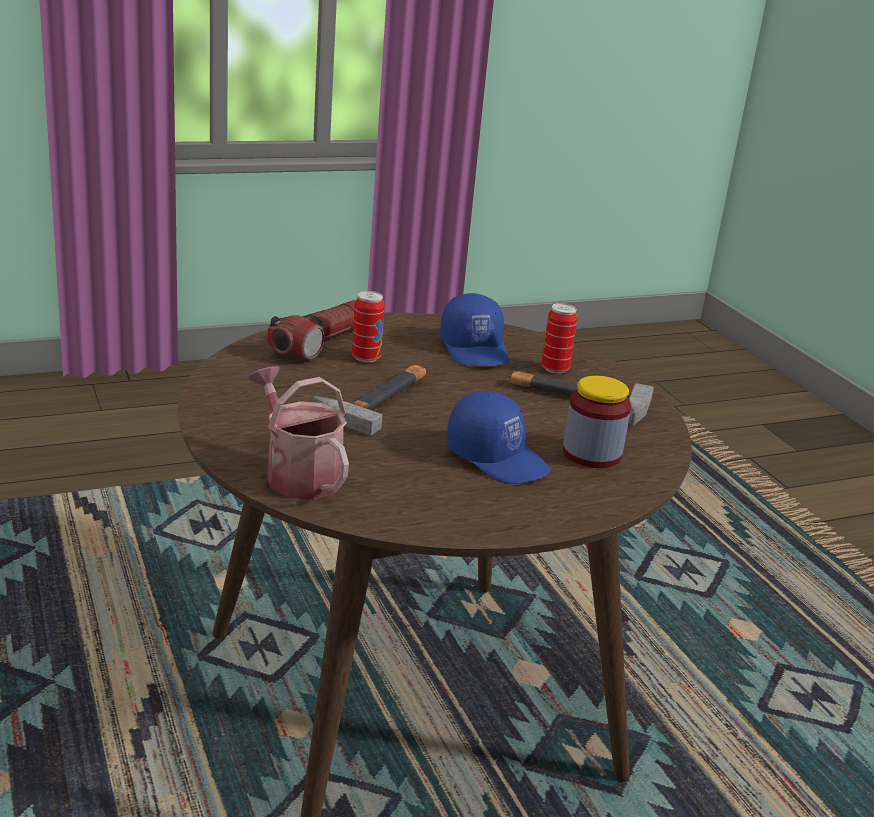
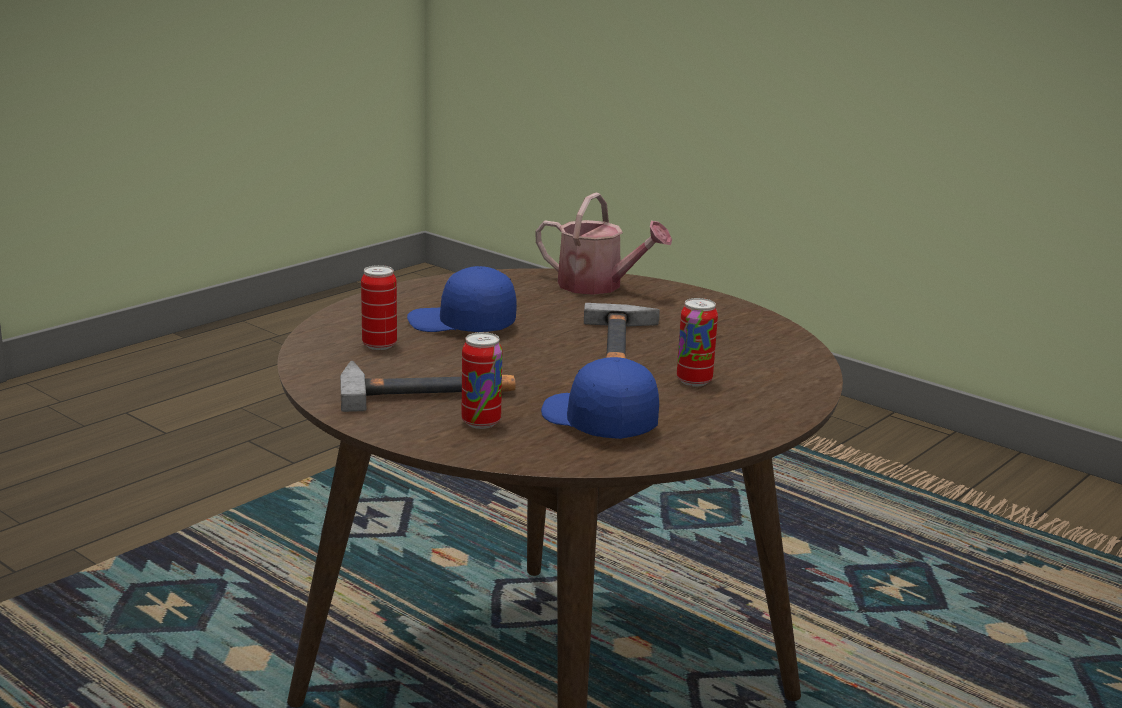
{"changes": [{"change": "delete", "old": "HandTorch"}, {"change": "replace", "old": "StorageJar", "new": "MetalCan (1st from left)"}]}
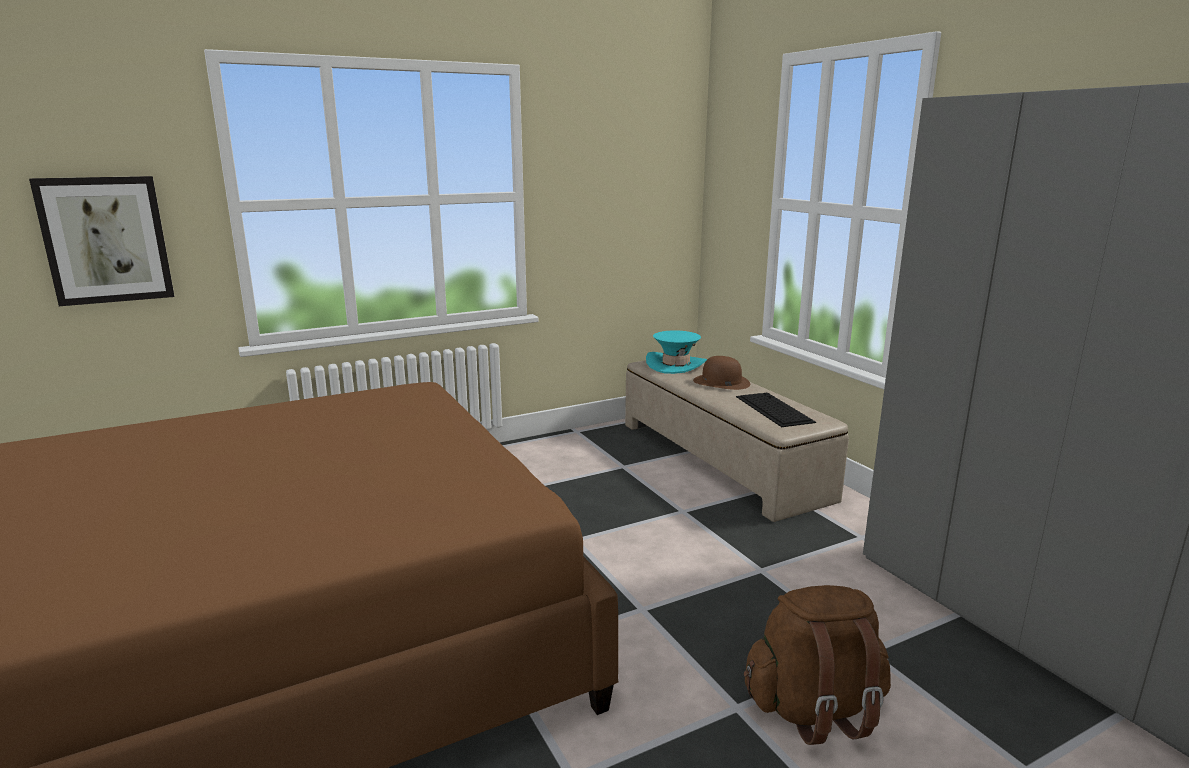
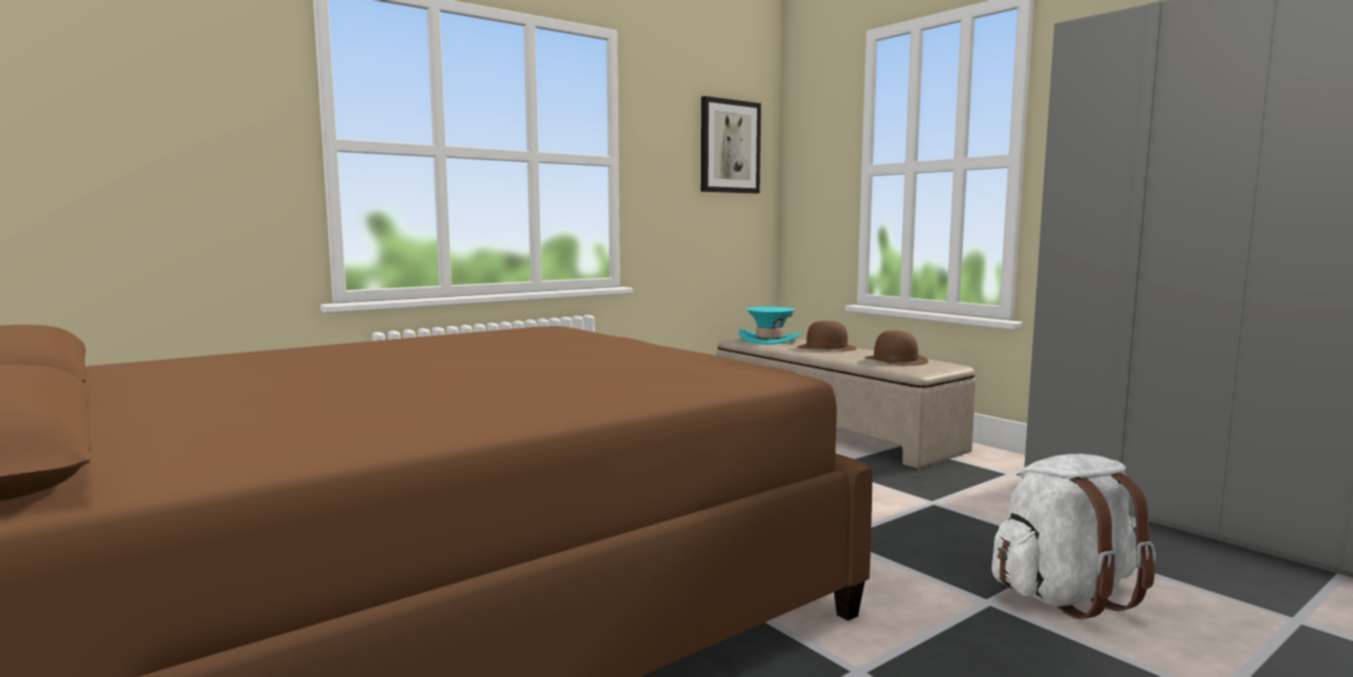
{"changes": [{"change": "move", "old": "Picture"}, {"change": "replace", "old": "Keyboard", "new": "BrownColouredHat (2nd from left)"}, {"change": "recolor", "old": "BrownColouredKnapsack", "new": "WhiteKnapsack"}]}
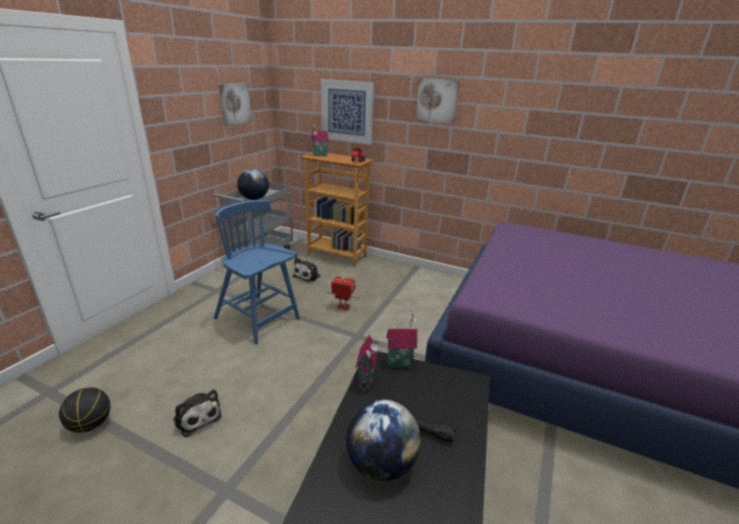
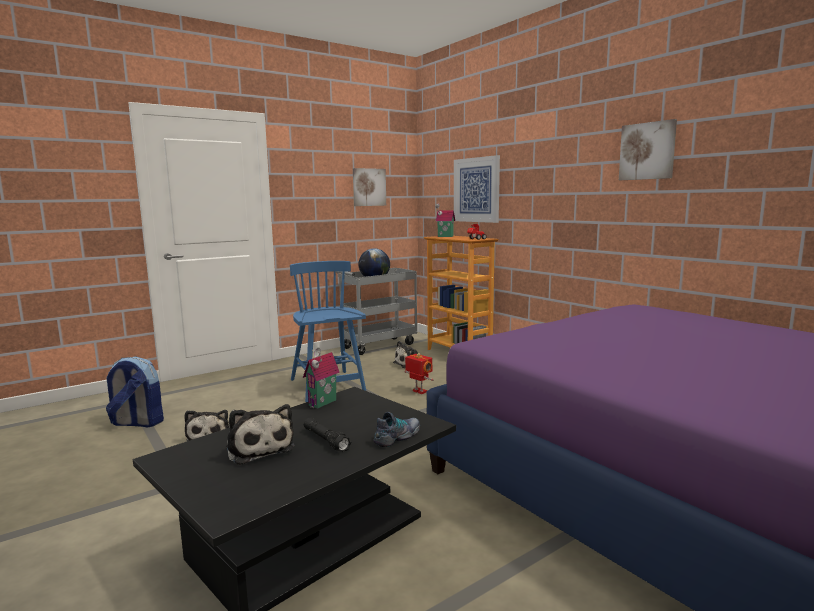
{"changes": [{"change": "replace", "old": "BasketballBall", "new": "Knapsack"}, {"change": "replace", "old": "WorldGlobe (2nd from left)", "new": "CuddlyToy (2nd from left)"}, {"change": "delete", "old": "ModelHouse (3rd from left)"}, {"change": "move", "old": "Picture (3rd from left)"}, {"change": "insert", "new": "ItemOfFootwear"}]}
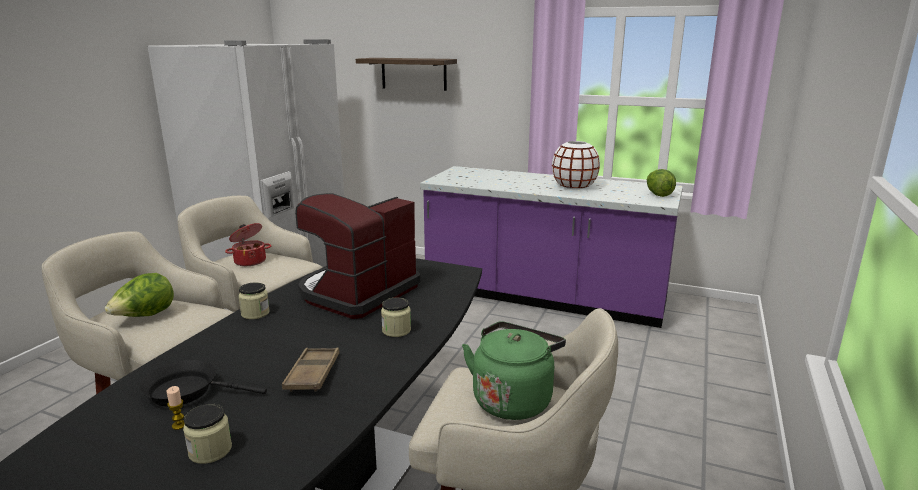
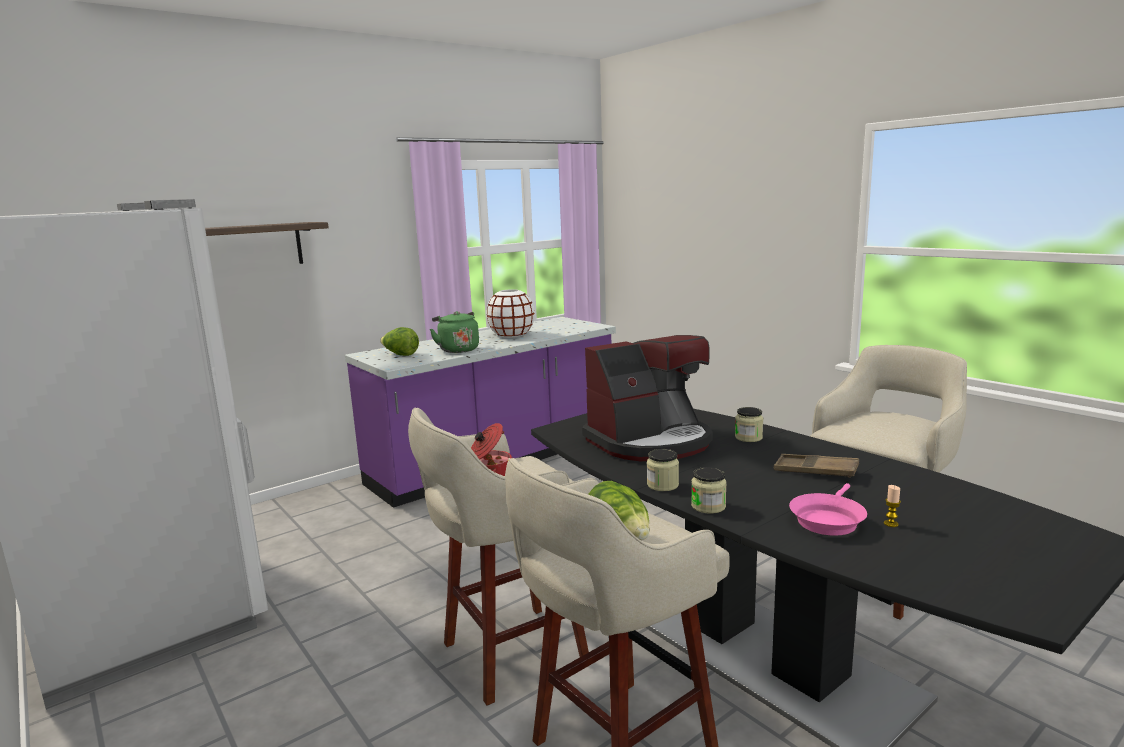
{"changes": [{"change": "recolor", "old": "BlackColouredPan", "new": "PinkPan"}, {"change": "move", "old": "StorageJar (1st from left in the first image)", "new": "StorageJar (2nd from left)"}, {"change": "rotate", "old": "CoffeeMachine", "degrees": -90}, {"change": "move", "old": "GreenishTeaKettle"}, {"change": "move", "old": "Lettuce (2nd from left in the first image)", "new": "Lettuce (1st from left)"}]}
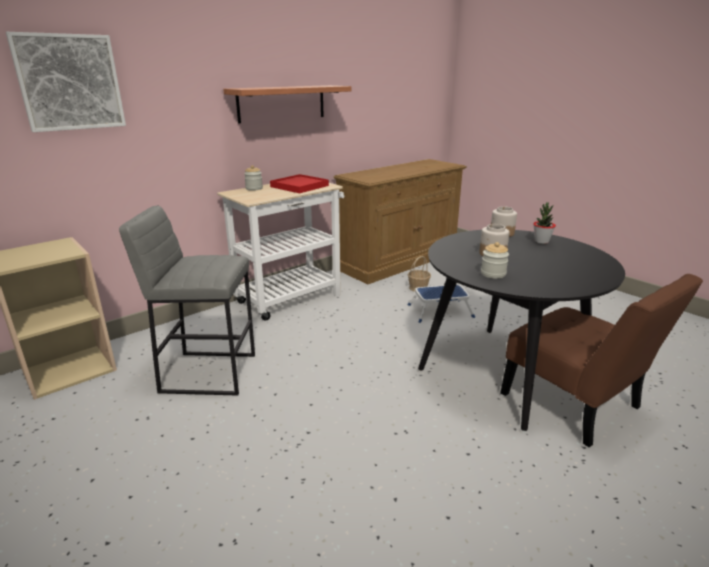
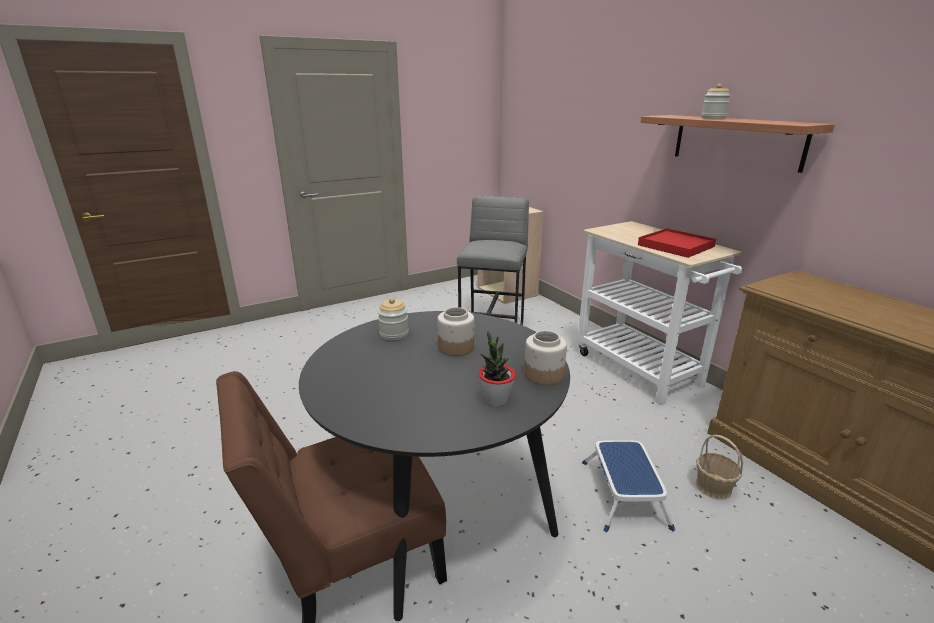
{"changes": [{"change": "delete", "old": "Picture"}, {"change": "move", "old": "StorageJar (1st from left in the first image)", "new": "StorageJar (4th from left)"}]}
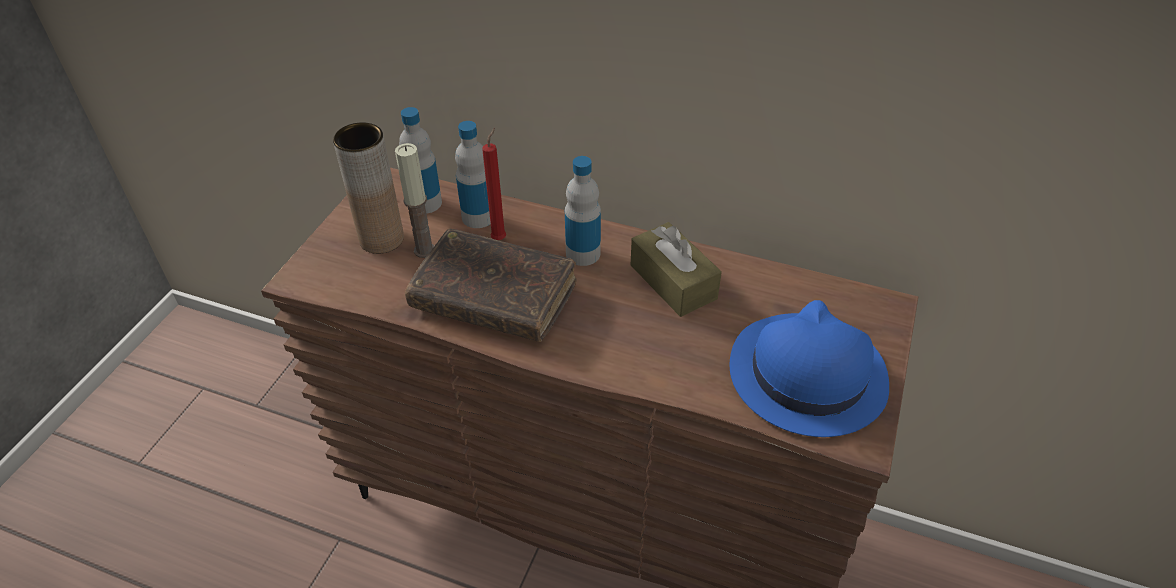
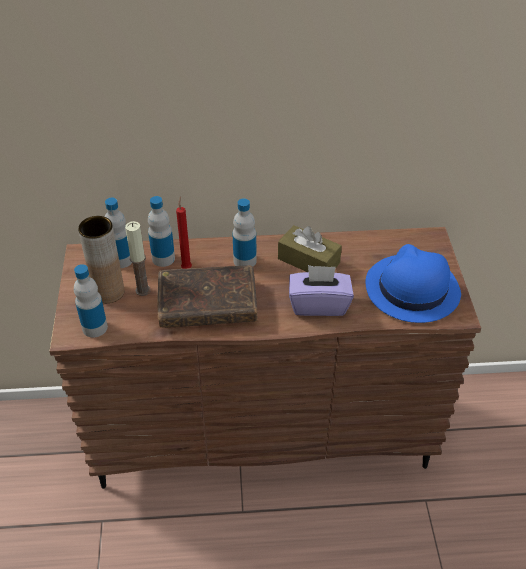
{"changes": [{"change": "insert", "new": "DrinkBottle (1st from left)"}, {"change": "insert", "new": "PurpleTissueBox"}]}
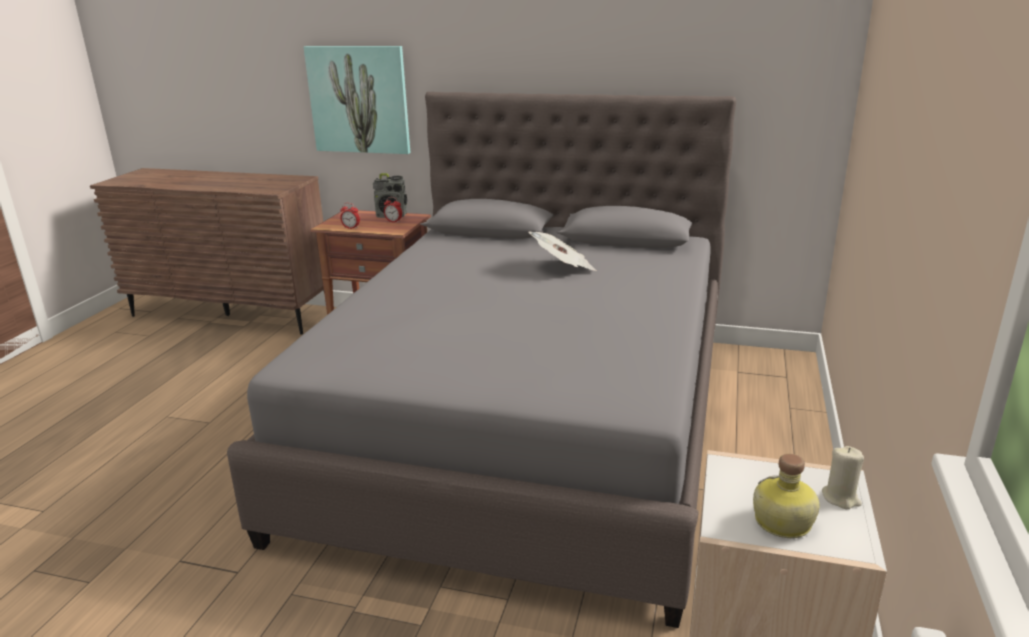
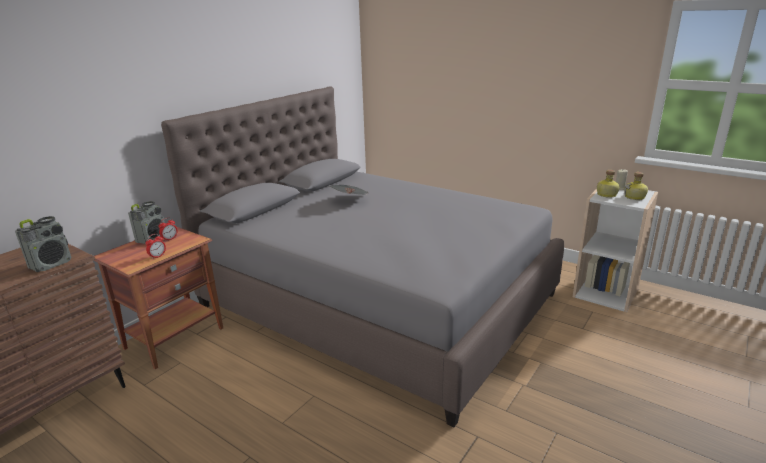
{"changes": [{"change": "delete", "old": "Picture"}, {"change": "insert", "new": "Radio (1st from left)"}, {"change": "insert", "new": "DrinkBottle (1st from left)"}]}
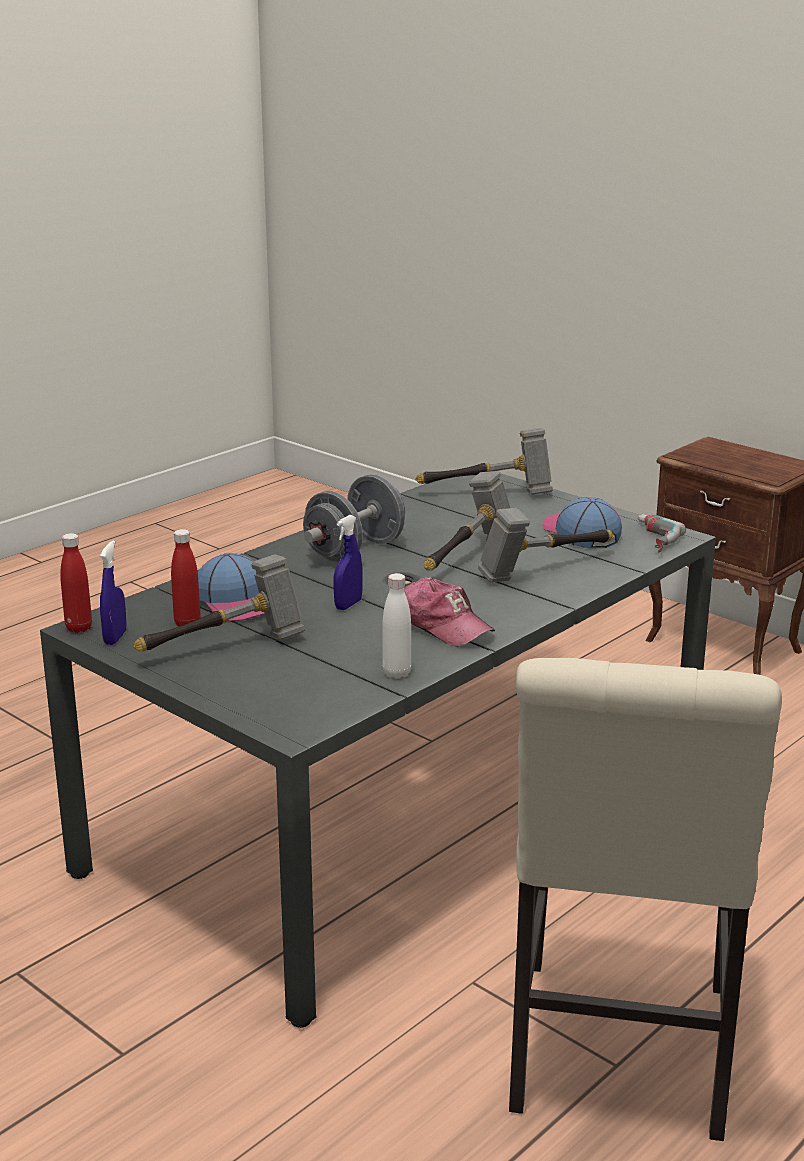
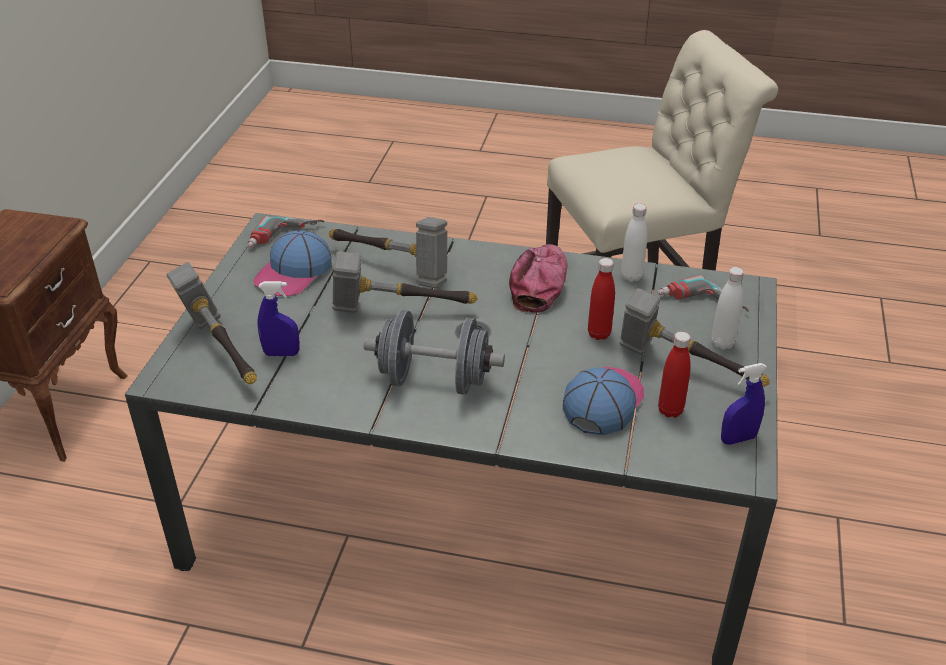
{"changes": [{"change": "move", "old": "RedColouredDrinkBottle (1st from left)"}, {"change": "move", "old": "BlueSprayBottle (2nd from left in the first image)", "new": "BlueSprayBottle (1st from left)"}, {"change": "insert", "new": "PowerDrill (2nd from left)"}, {"change": "insert", "new": "WhiteDrinkBottle (2nd from left)"}]}
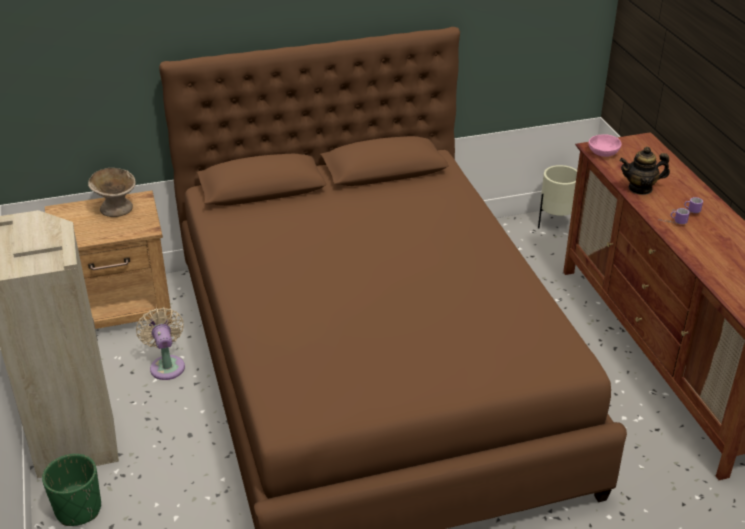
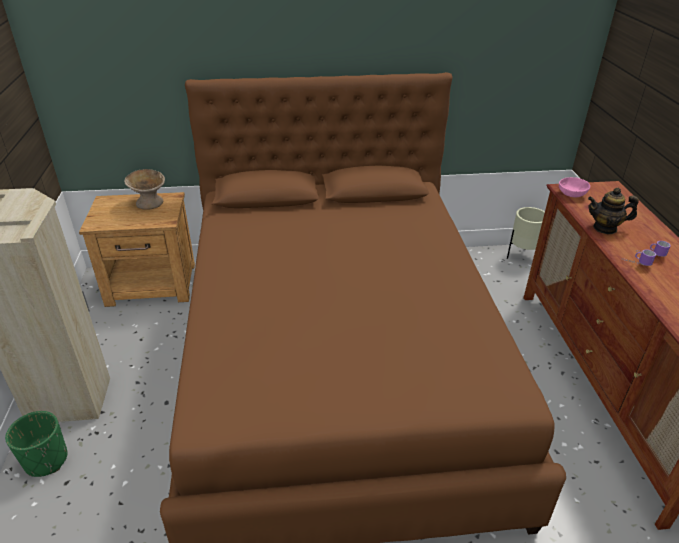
{"changes": [{"change": "delete", "old": "SandColouredFan"}]}
